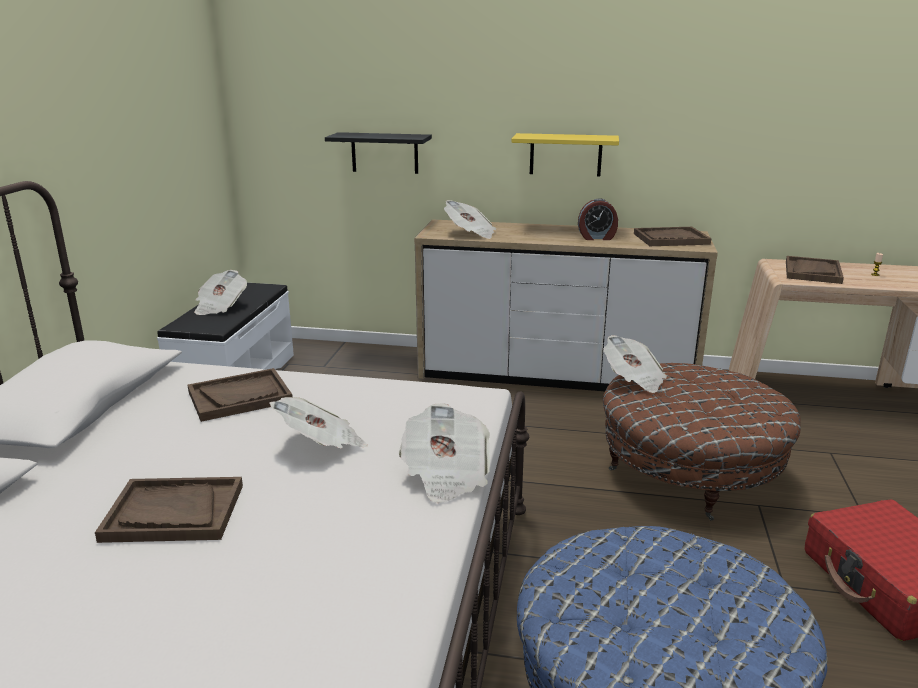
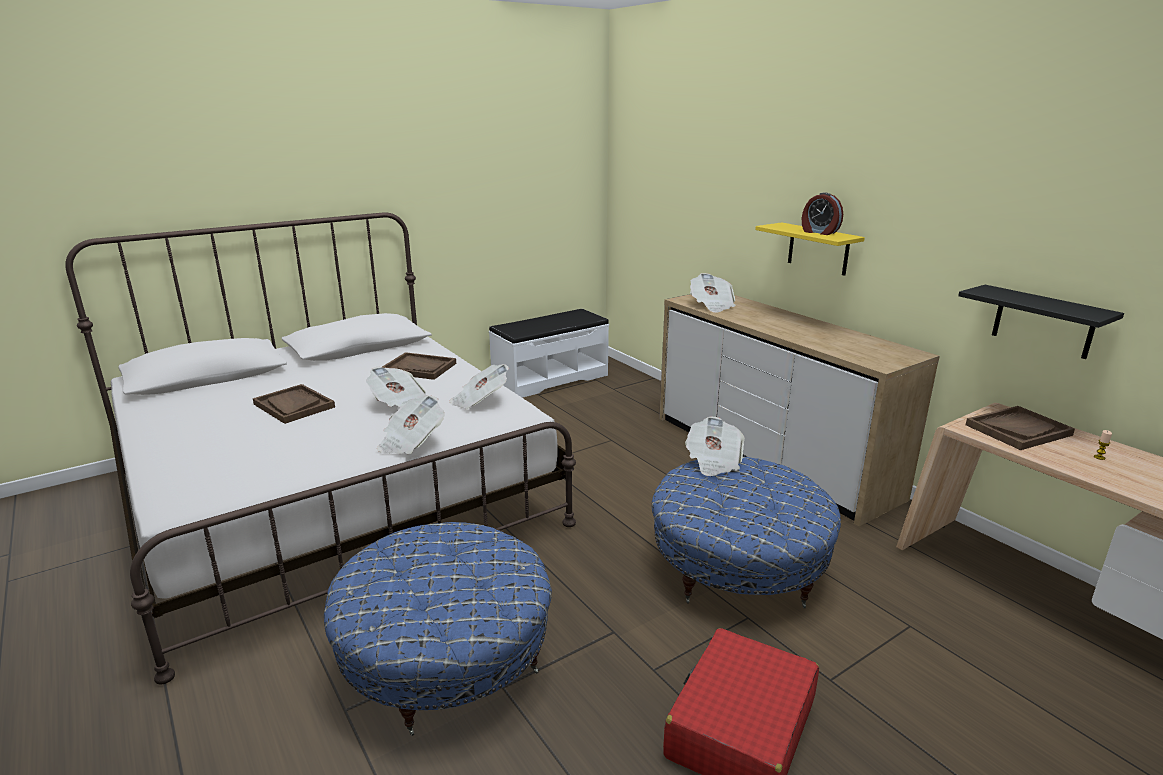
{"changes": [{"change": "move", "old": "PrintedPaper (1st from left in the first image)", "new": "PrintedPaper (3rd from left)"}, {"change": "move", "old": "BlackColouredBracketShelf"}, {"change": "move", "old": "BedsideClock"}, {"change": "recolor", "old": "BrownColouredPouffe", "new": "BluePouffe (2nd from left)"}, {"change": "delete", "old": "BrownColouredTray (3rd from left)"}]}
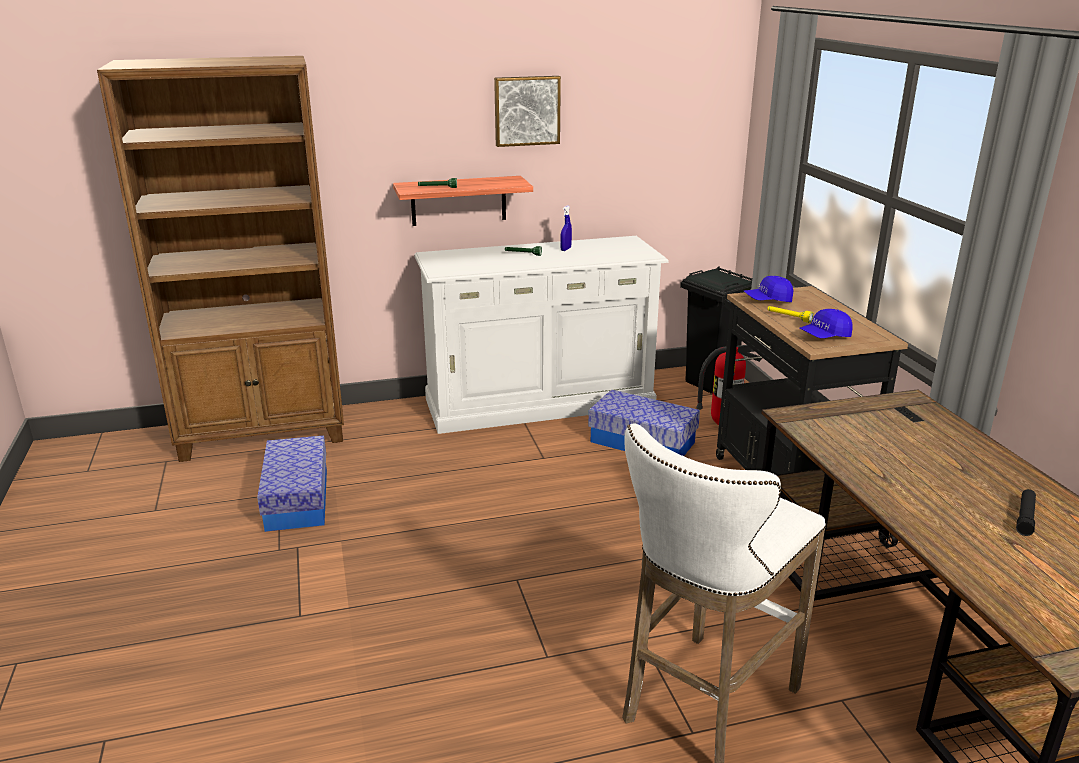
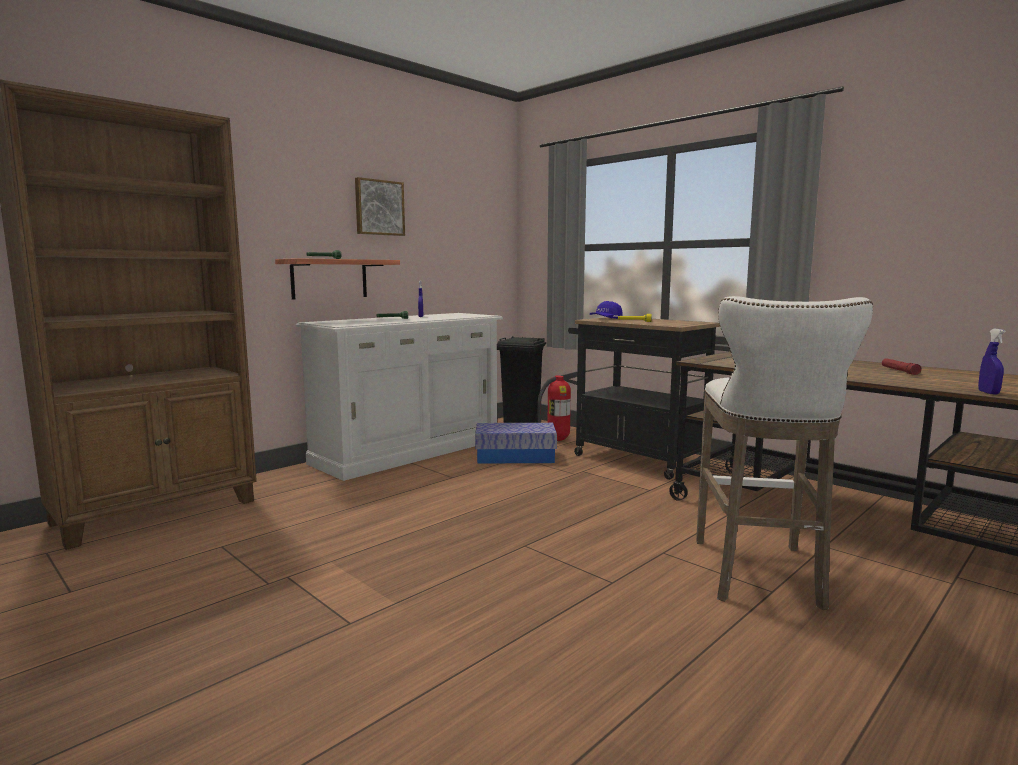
{"changes": [{"change": "delete", "old": "StorageContainer (1st from left)"}, {"change": "delete", "old": "BlueCap (2nd from left)"}, {"change": "recolor", "old": "BlackColouredHandTorch", "new": "RedColouredHandTorch"}, {"change": "insert", "new": "BlueSprayBottle (2nd from left)"}]}
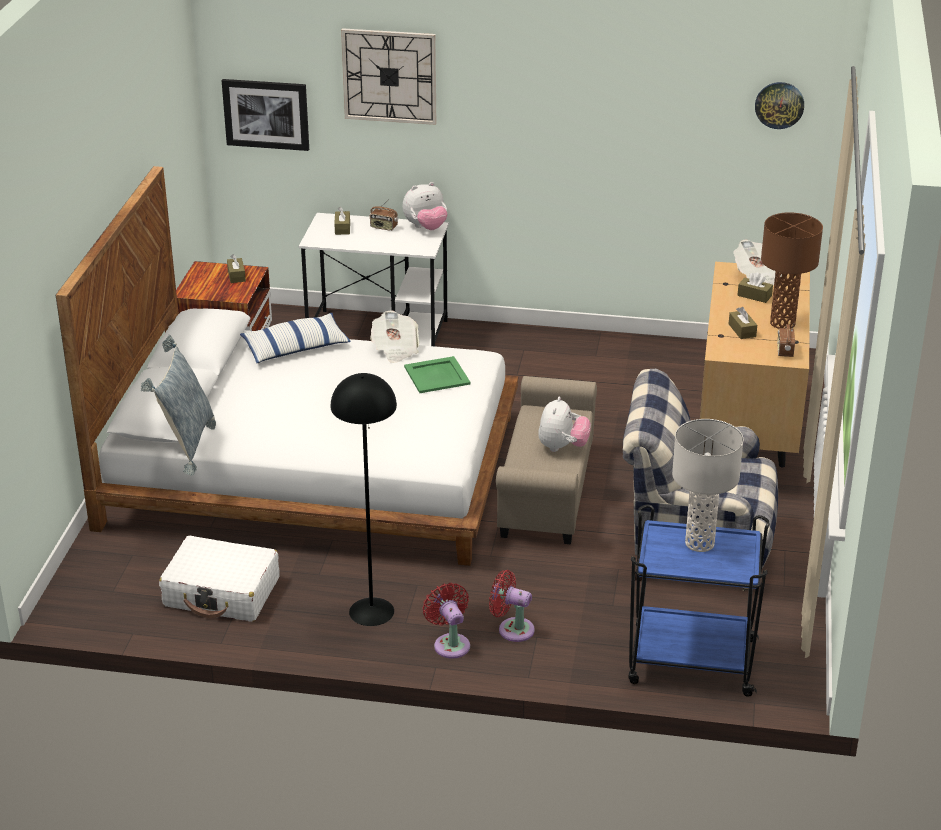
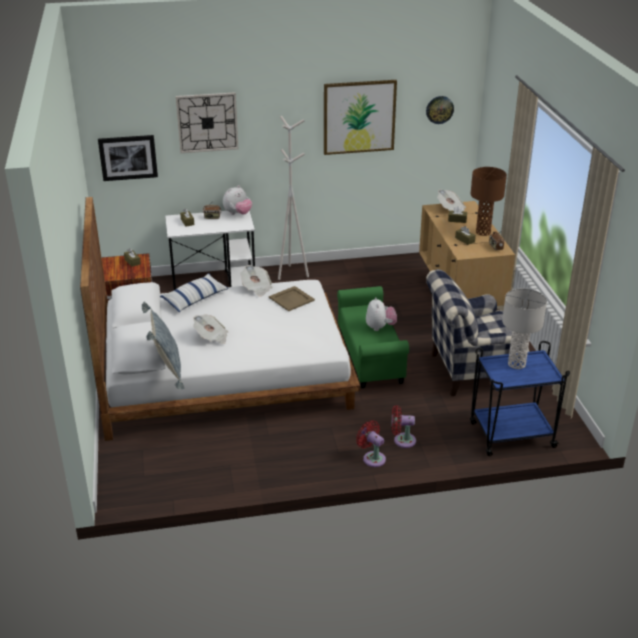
{"changes": [{"change": "delete", "old": "WhiteTravelCase"}, {"change": "delete", "old": "BlackColouredStandingLamp"}, {"change": "recolor", "old": "GreenishTray", "new": "SandColouredTray"}, {"change": "recolor", "old": "SandColouredPouffe", "new": "GreenishPouffe"}, {"change": "insert", "new": "PrintedPaper (1st from left)"}, {"change": "insert", "new": "GreyGarmentStand"}, {"change": "insert", "new": "Picture (2nd from left)"}]}
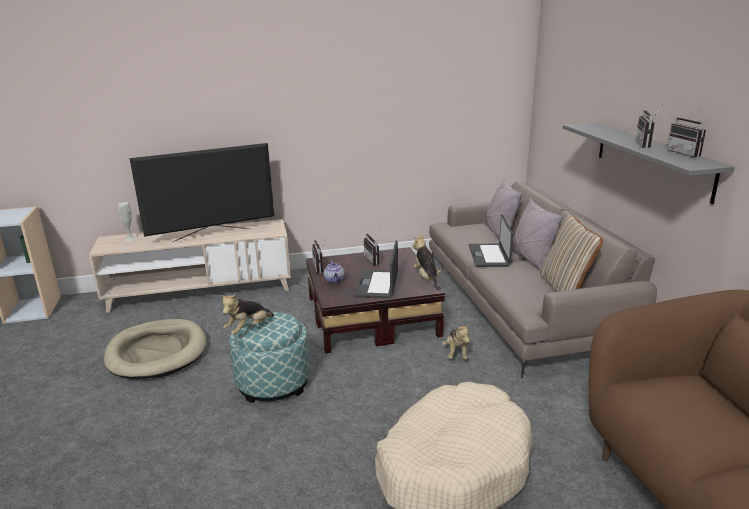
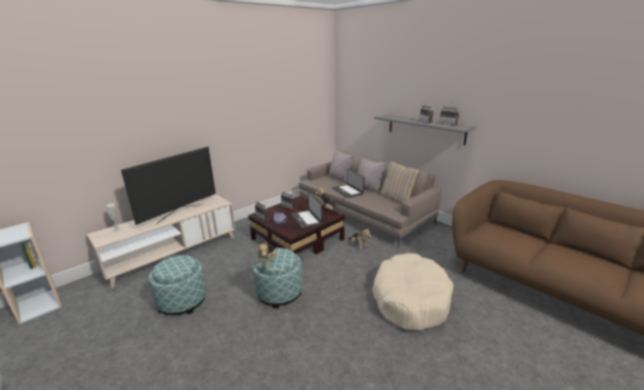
{"changes": [{"change": "replace", "old": "SandColouredPetBed (1st from left)", "new": "Pouffe (1st from left)"}]}
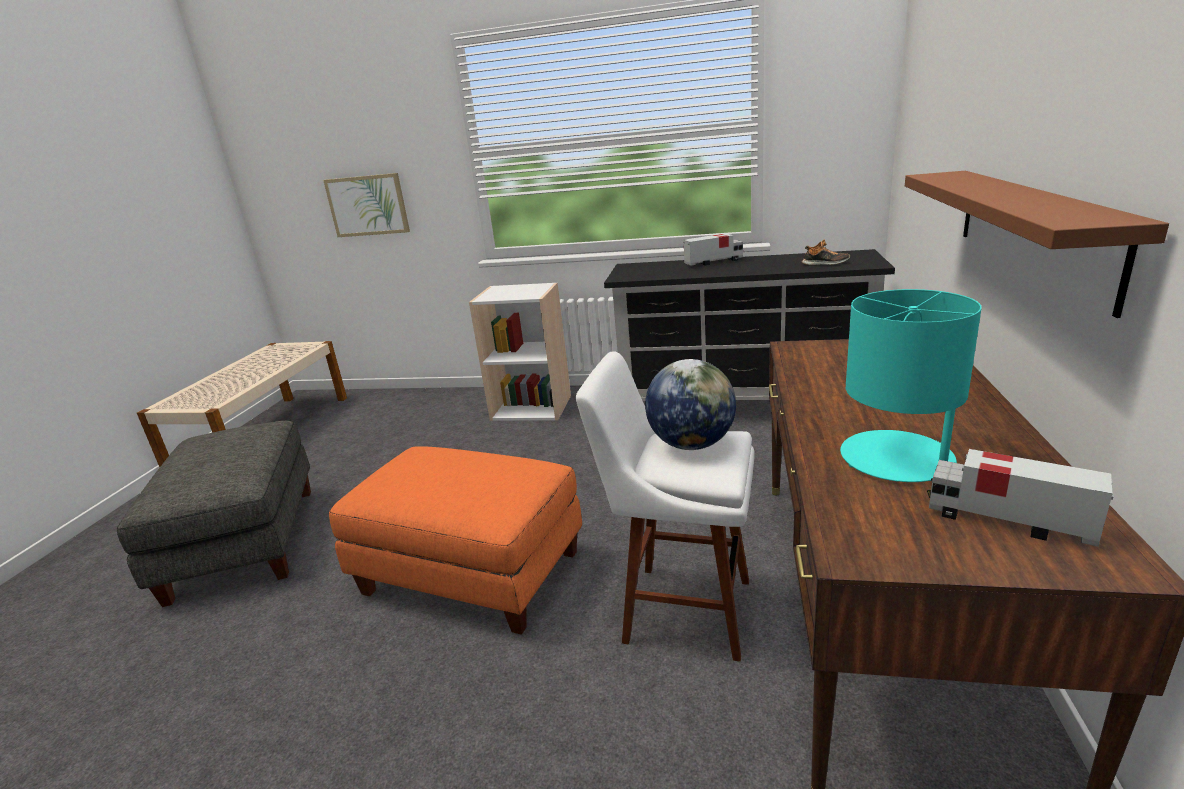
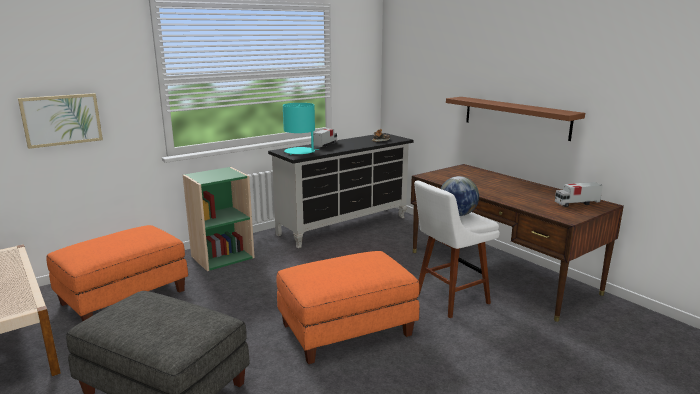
{"changes": [{"change": "recolor", "old": "WhiteBookcase", "new": "GreenishBookcase"}, {"change": "move", "old": "TurquoiseLampForATable"}, {"change": "insert", "new": "OrangeyPouffe (1st from left)"}]}
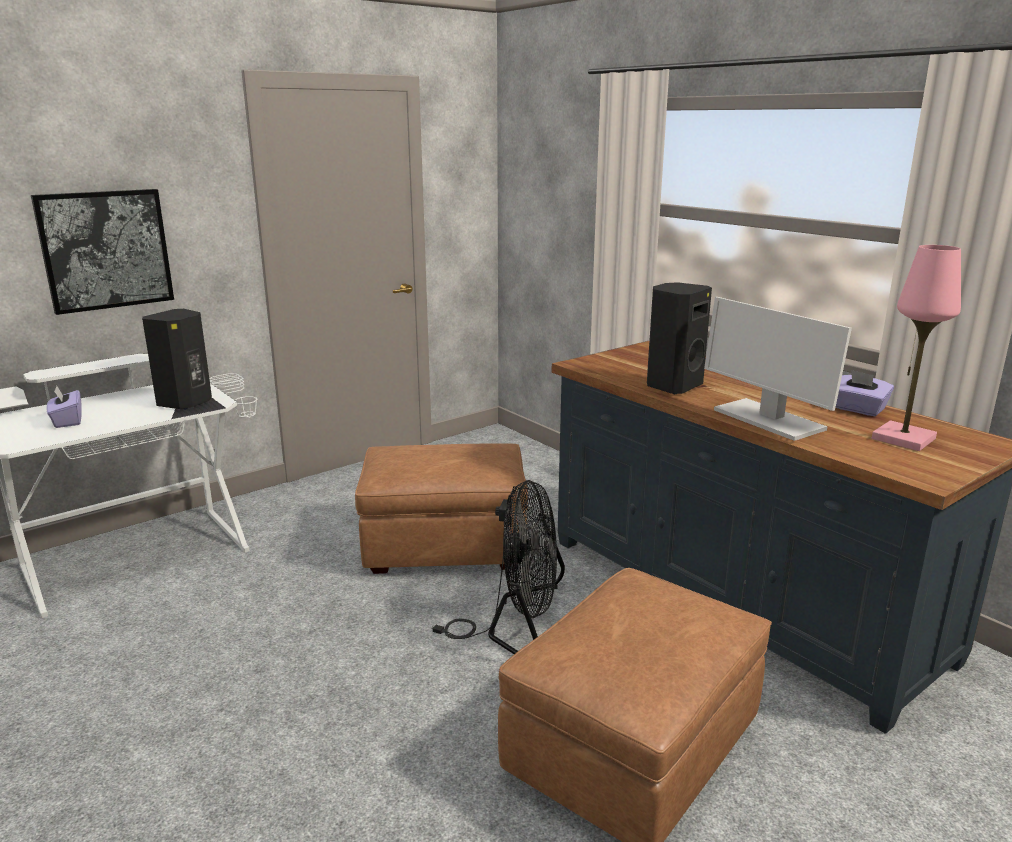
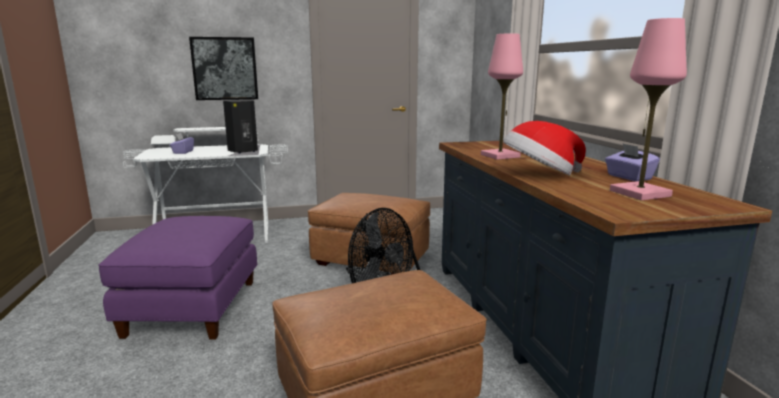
{"changes": [{"change": "replace", "old": "BlackColouredLoudspeaker (2nd from left)", "new": "PinkLampForATable (1st from left)"}, {"change": "replace", "old": "ComputerDisplay", "new": "Hat"}, {"change": "insert", "new": "PurplePouffe"}]}
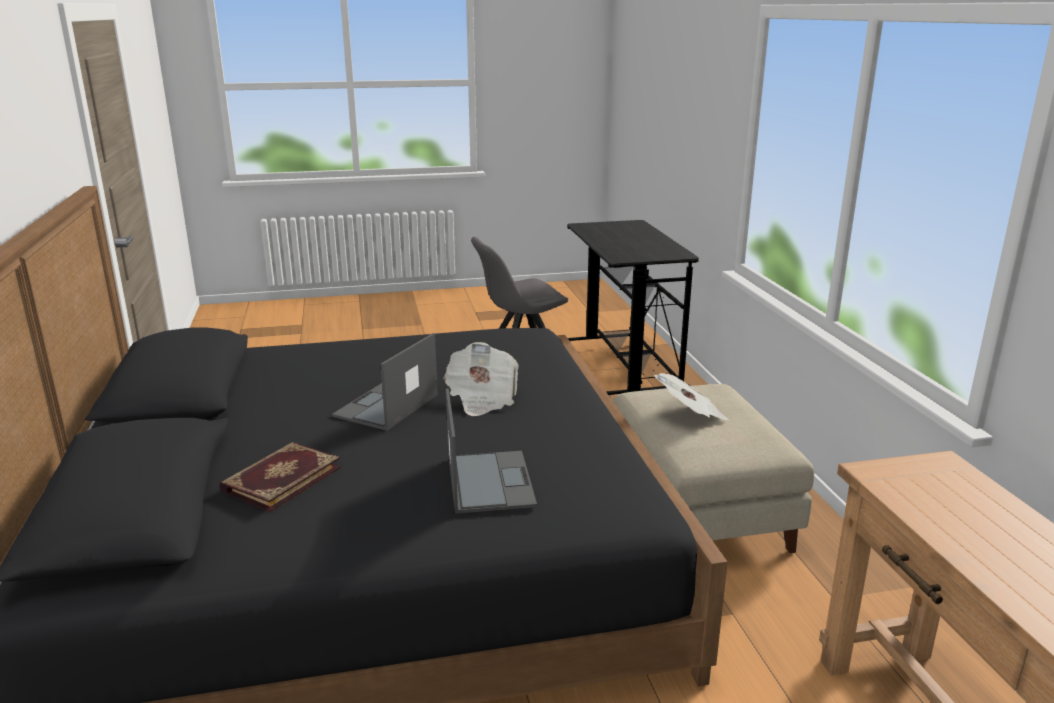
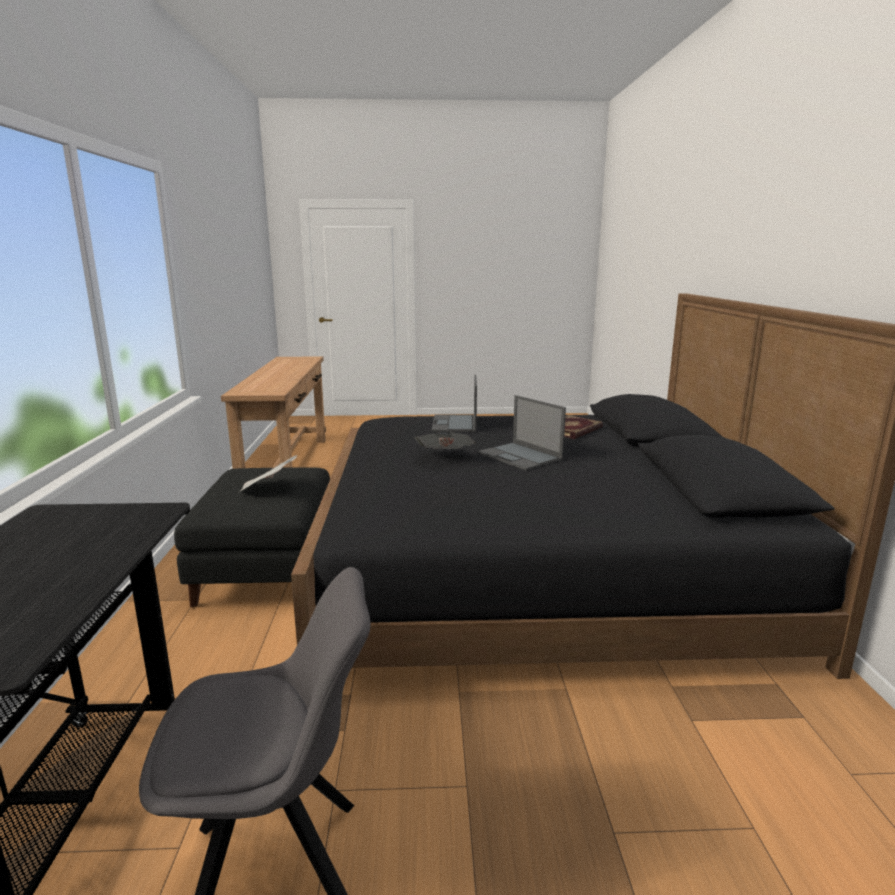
{"changes": [{"change": "rotate", "old": "NotebookComputer (1st from left in the first image)", "degrees": 105}, {"change": "recolor", "old": "SandColouredPouffe", "new": "BlackColouredPouffe"}]}
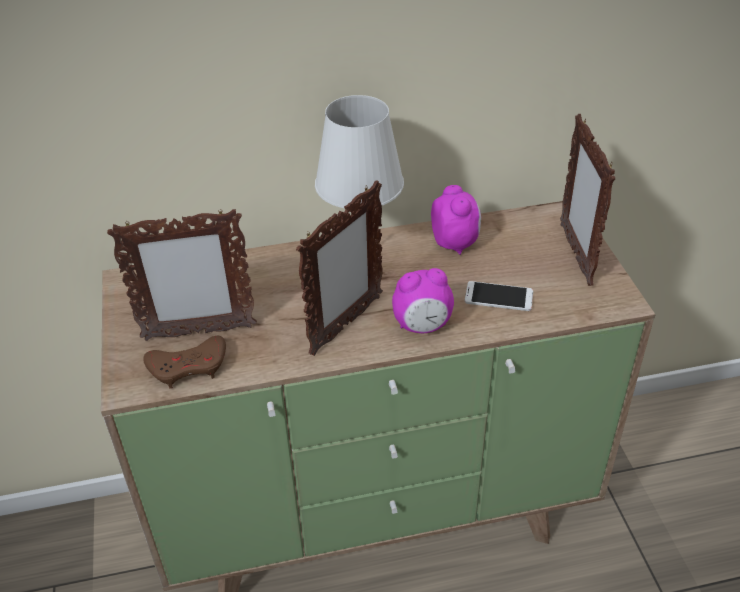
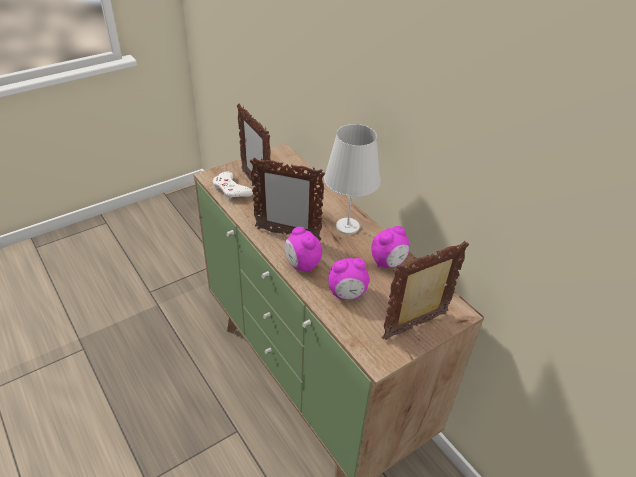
{"changes": [{"change": "recolor", "old": "BrownColouredGameController", "new": "WhiteGameController"}, {"change": "replace", "old": "Telephone", "new": "BedsideClock (2nd from left)"}]}
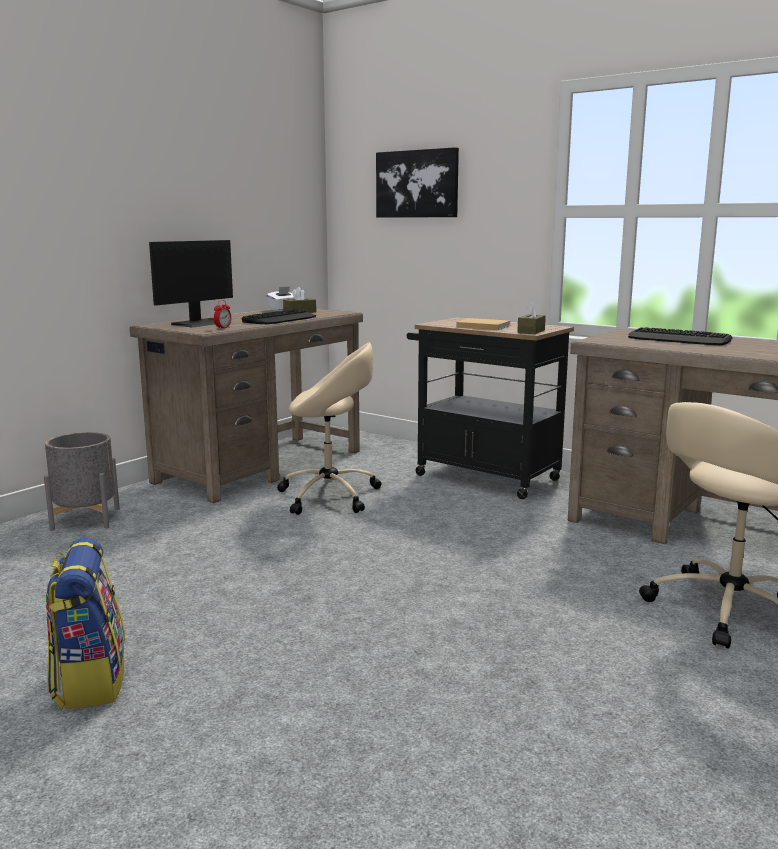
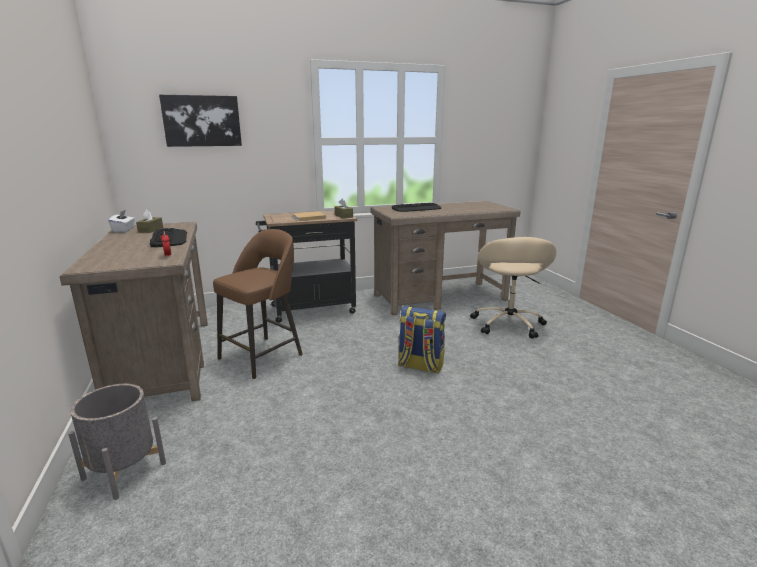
{"changes": [{"change": "move", "old": "Knapsack"}, {"change": "delete", "old": "ComputerDisplay"}, {"change": "replace", "old": "SandColouredDeskChair (1st from left)", "new": "BrownColouredSittingStool"}]}
